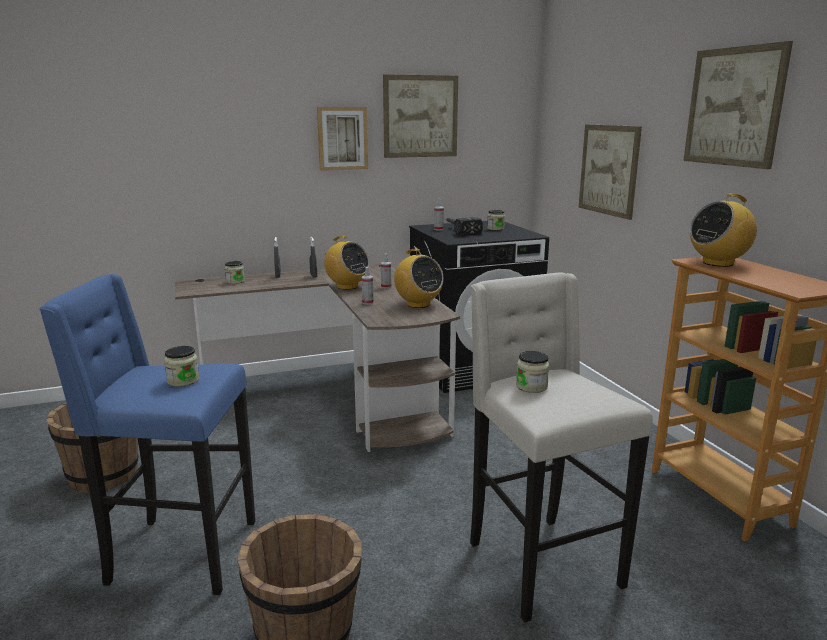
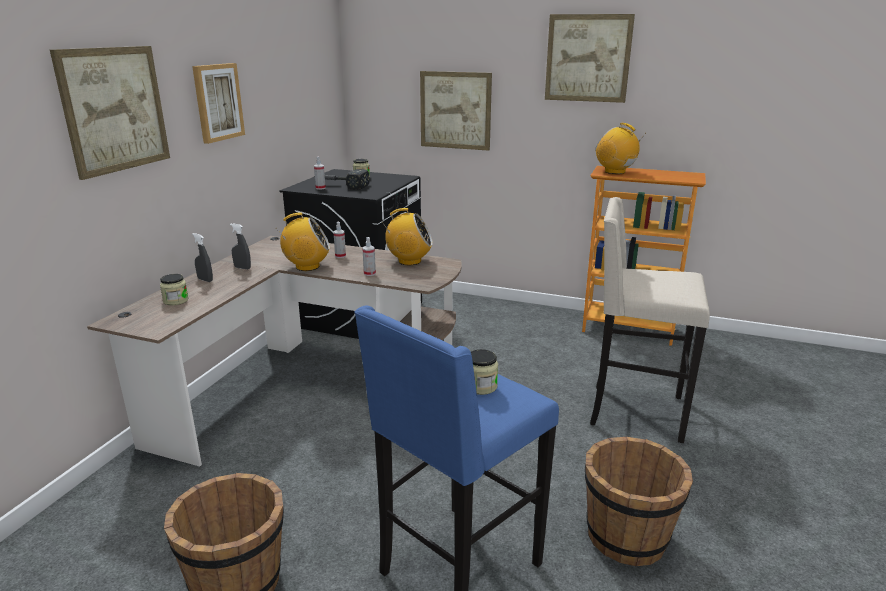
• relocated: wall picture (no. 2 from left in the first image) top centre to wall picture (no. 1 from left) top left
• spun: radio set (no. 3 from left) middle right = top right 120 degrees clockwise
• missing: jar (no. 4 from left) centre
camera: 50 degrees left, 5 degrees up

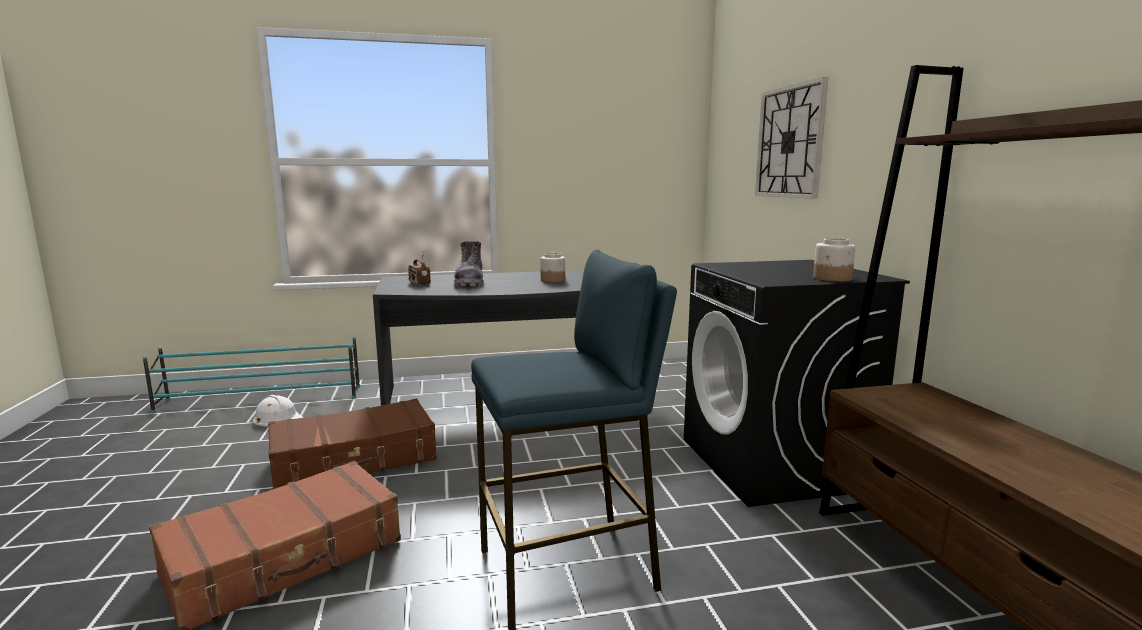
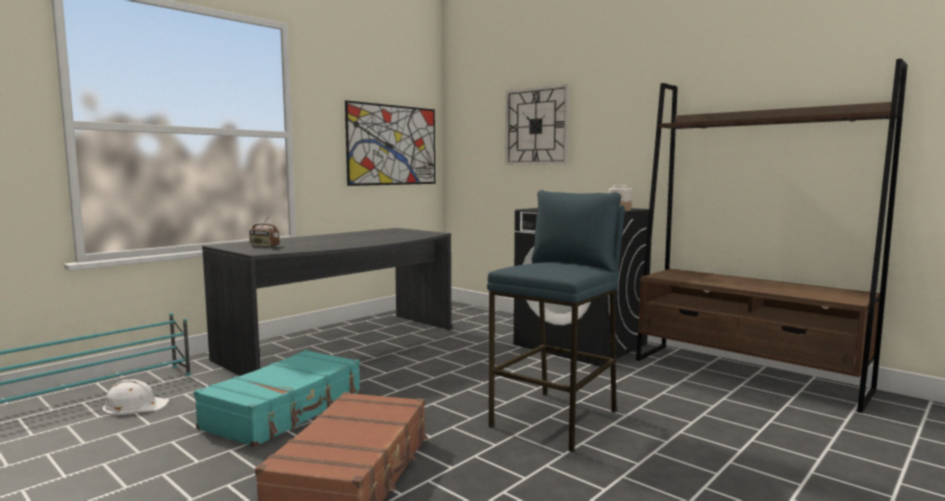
• colour: piece of luggage (brown) (no. 2 from left) bottom left to piece of luggage (blue-green) bottom left
• appeared: wall picture top centre
• missing: tall boot (greyish) centre
• missing: jar (no. 1 from left) centre
camera: 35 degrees left, 5 degrees down

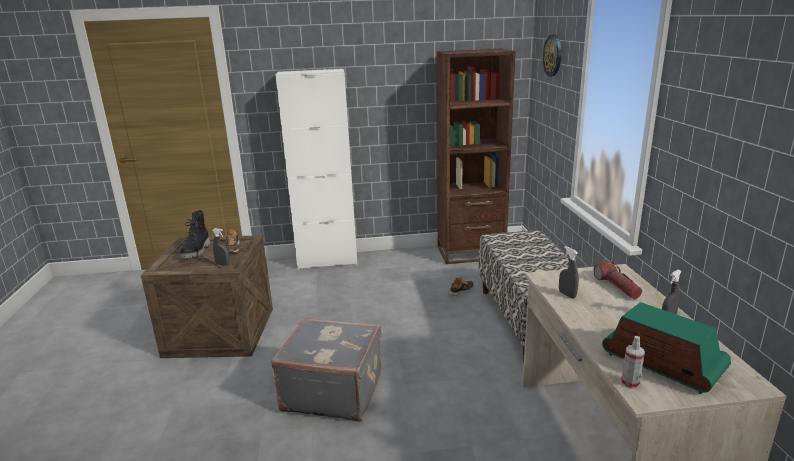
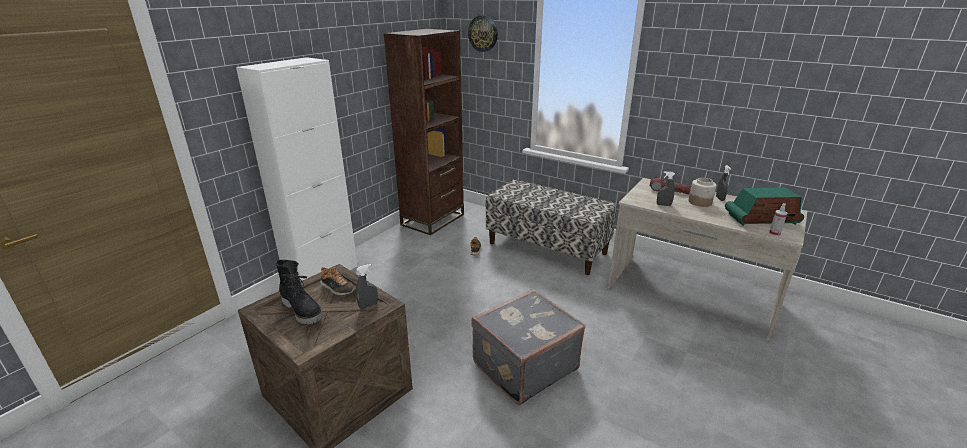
• appeared: jar middle right
camera: 50 degrees left, 5 degrees up

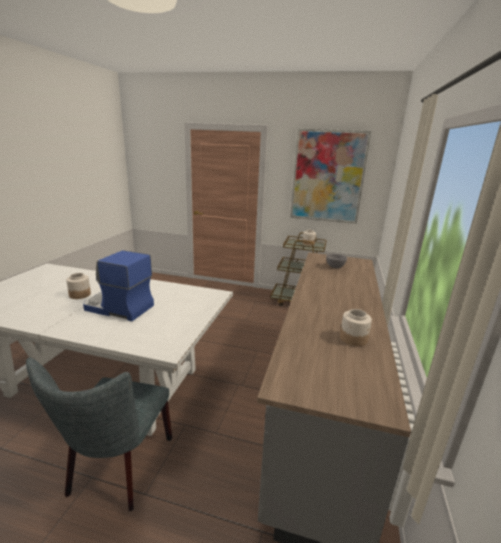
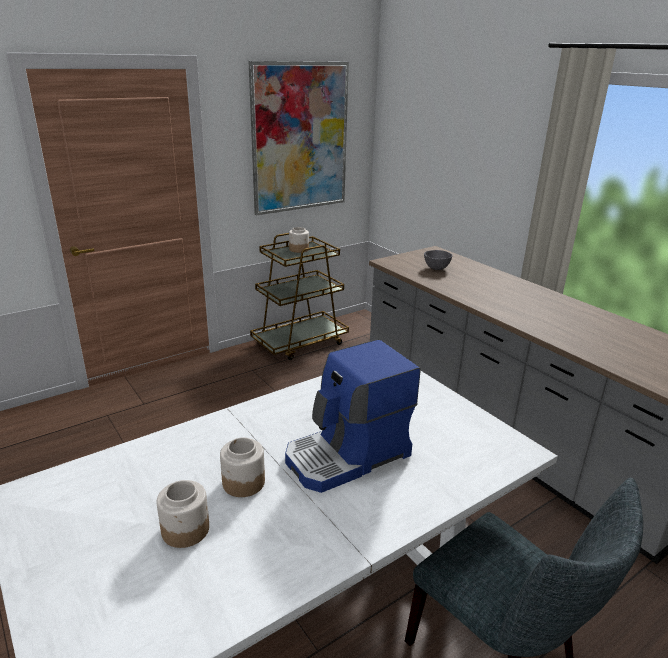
• relocated: jar (no. 3 from left in the first image) middle right to jar (no. 1 from left) bottom left
camera: 50 degrees left, 5 degrees up

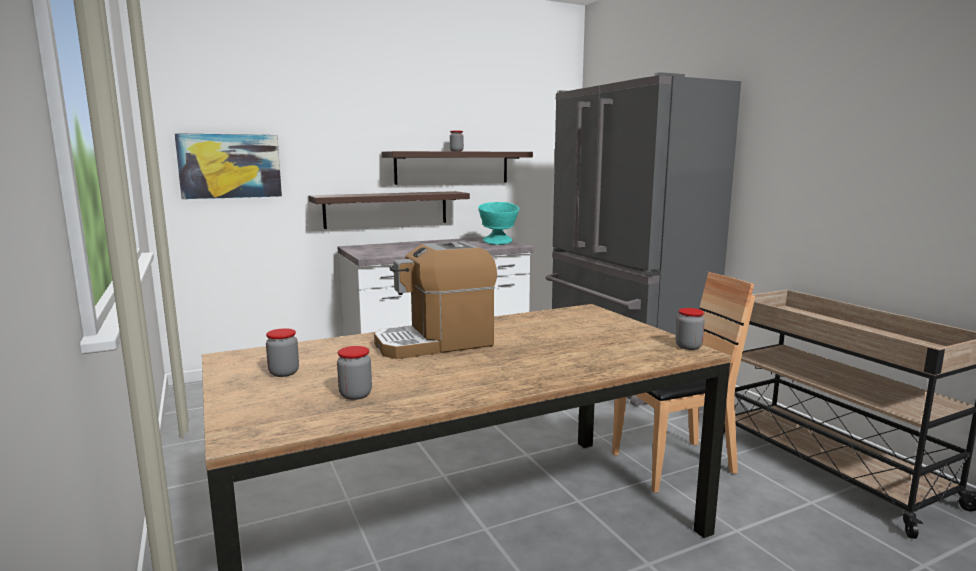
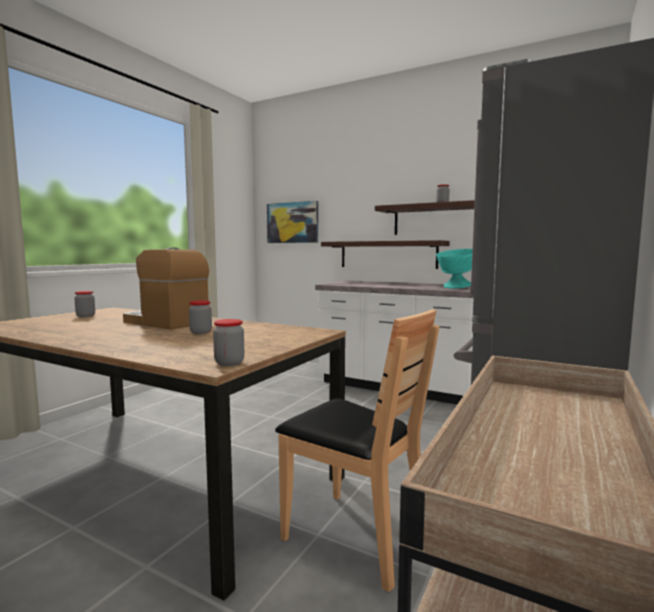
• relocated: jar (no. 2 from left) centre to middle left
camera: 55 degrees right, 5 degrees down

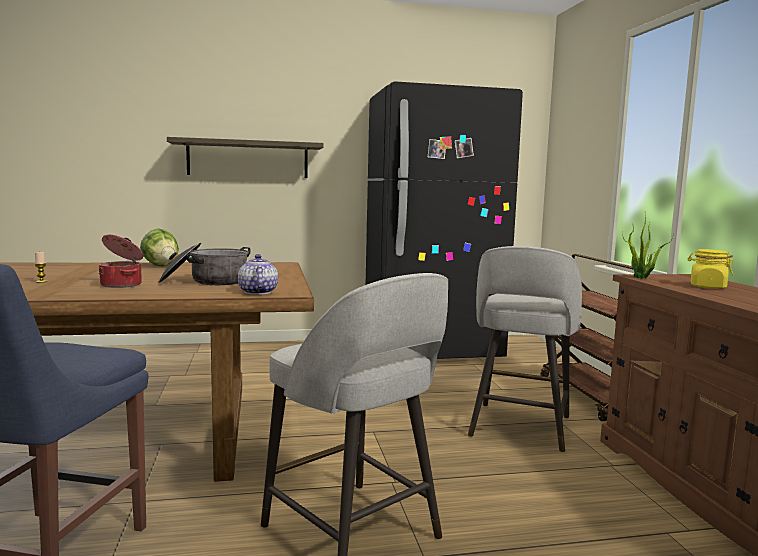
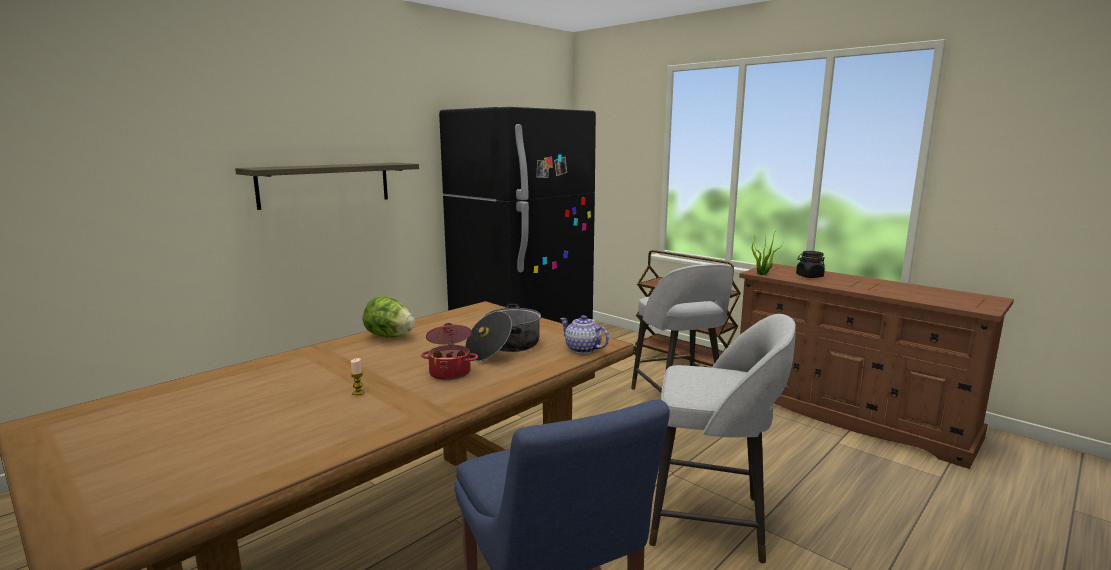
• colour: jar (yellow) middle right to jar (black-coloured) middle right
camera: 35 degrees left, 5 degrees up

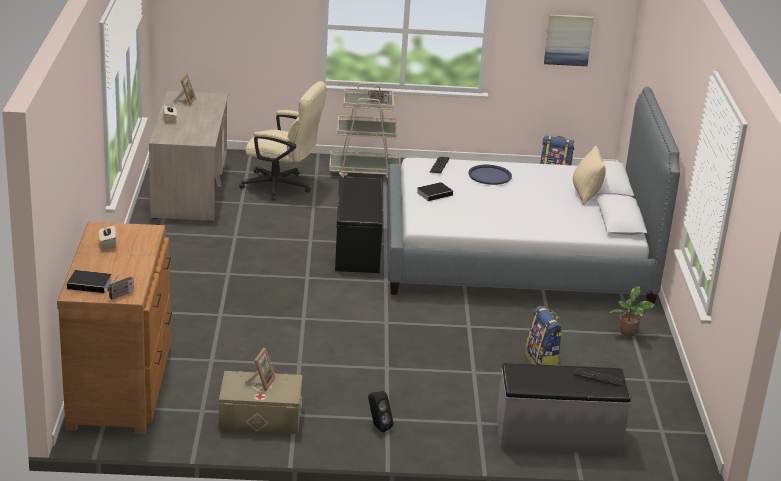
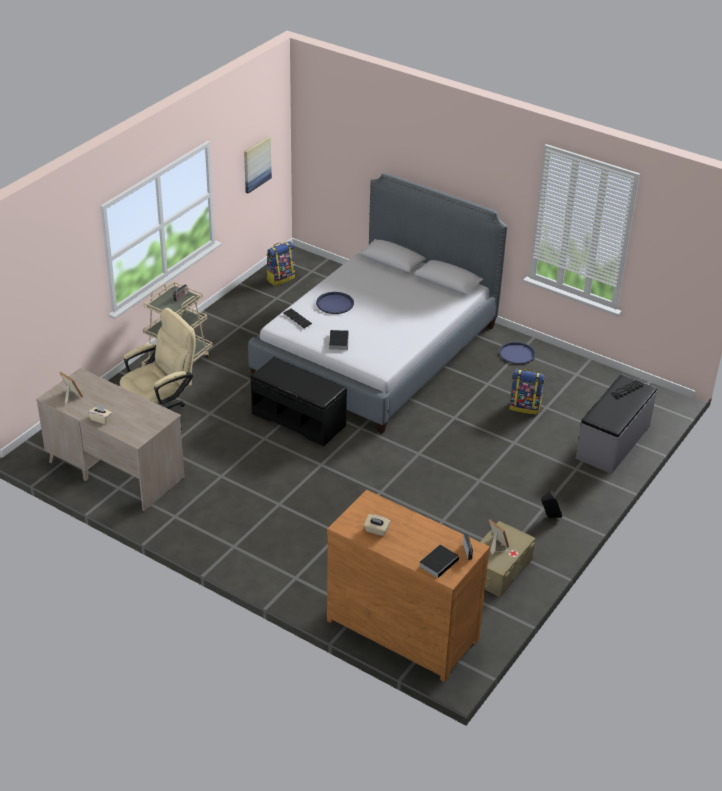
• exchanged: potted plant middle right to serving tray (blue-coloured) (no. 2 from left) middle right
• missing: throw pillow (beige) middle right
camera: 55 degrees left, 10 degrees up

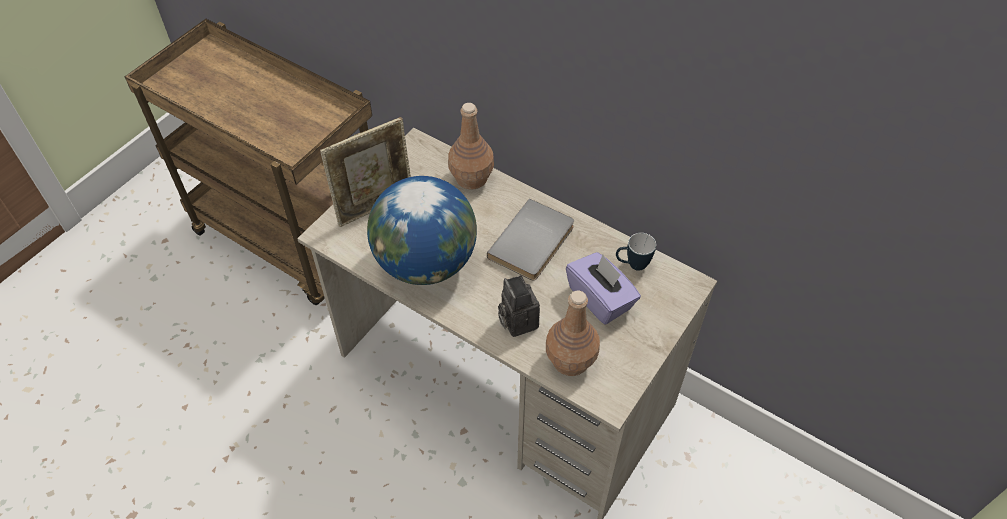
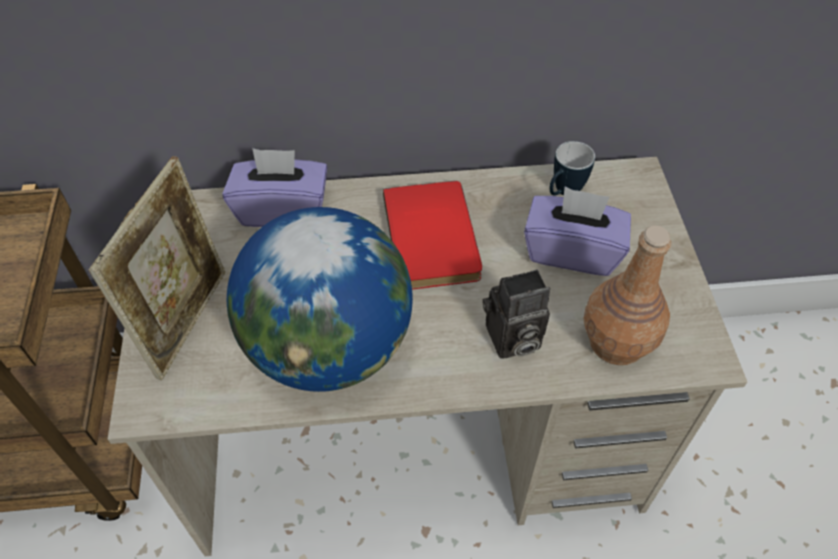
• exchanged: bottle (brown) (no. 1 from left) top centre to tissue box (purplish) (no. 1 from left) middle left
• colour: bound book (greyish) centre to bound book (red-coloured) centre
• spun: photo camera centre = centre 45 degrees counterclockwise
camera: 40 degrees left, 0 degrees up

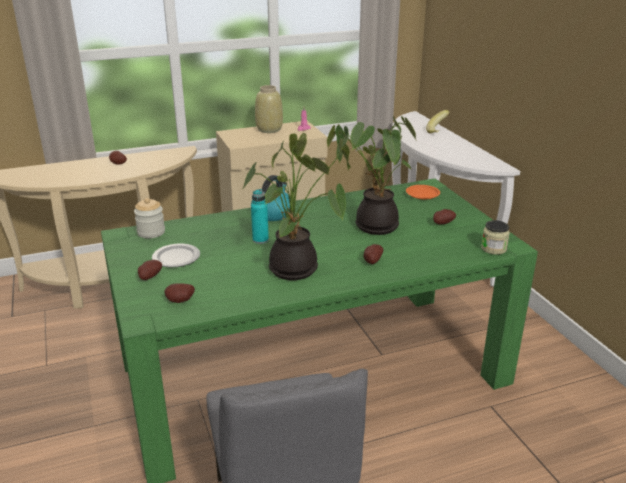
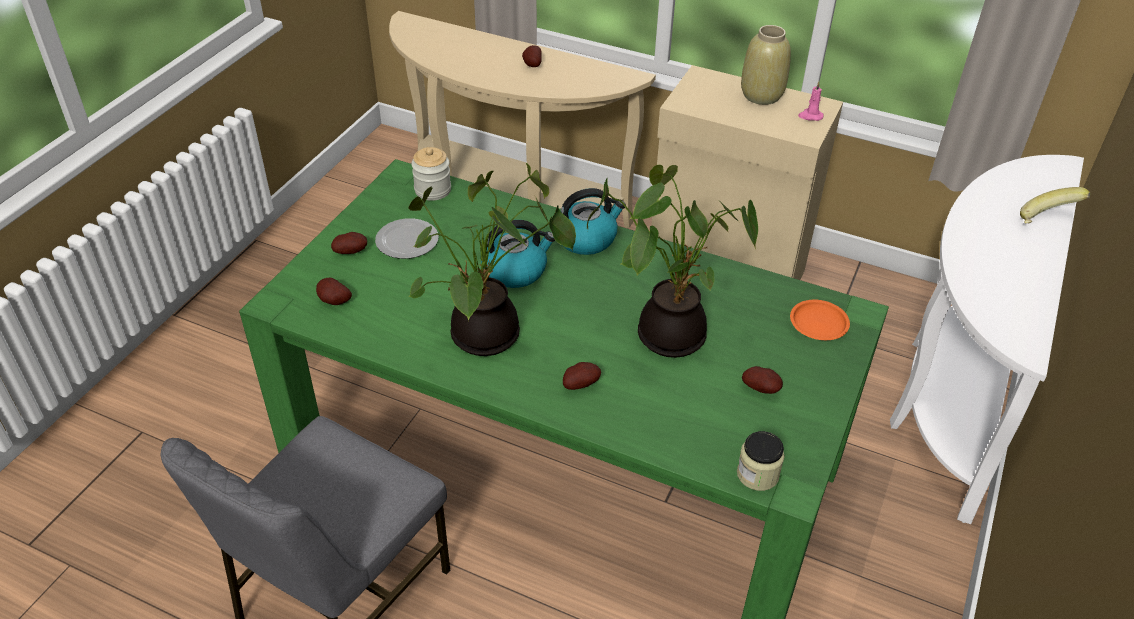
• exchanged: bottle (blue-green) centre to tea kettle (no. 1 from left) centre
camera: 45 degrees right, 15 degrees up

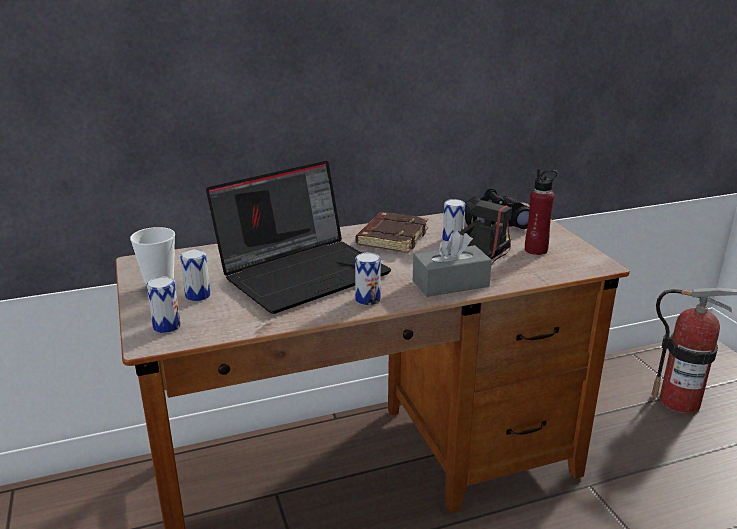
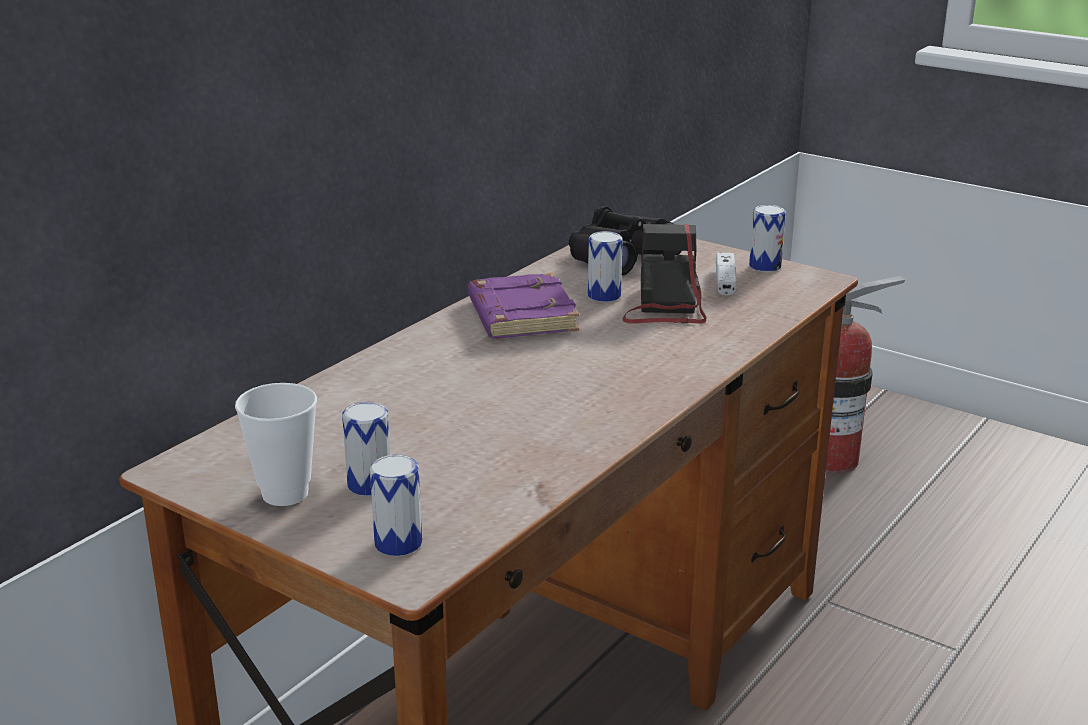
• colour: bound book (brown) centre to bound book (purplish) centre
• exchanged: bottle (red-coloured) middle right to gamepad (white) middle right
• relocated: sealed can (no. 3 from left in the first image) centre to sealed can (no. 4 from left) top right
• missing: notebook computer centre
• missing: tissue box (greyish) centre
camera: 35 degrees left, 0 degrees up

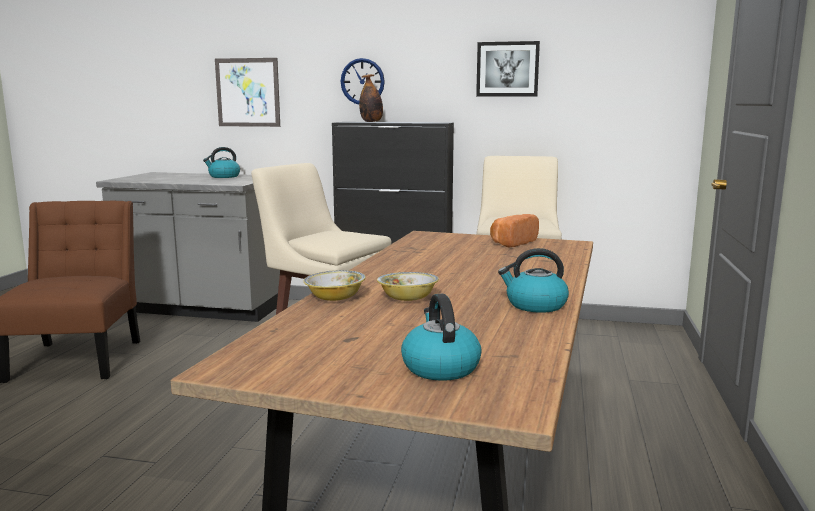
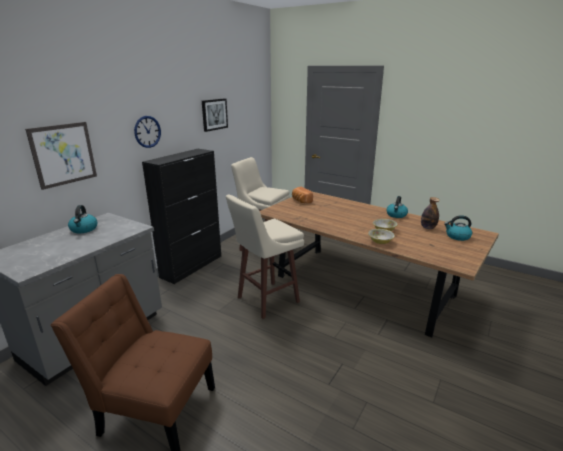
• relocated: bottle top centre to middle right
camera: 70 degrees left, 10 degrees up

